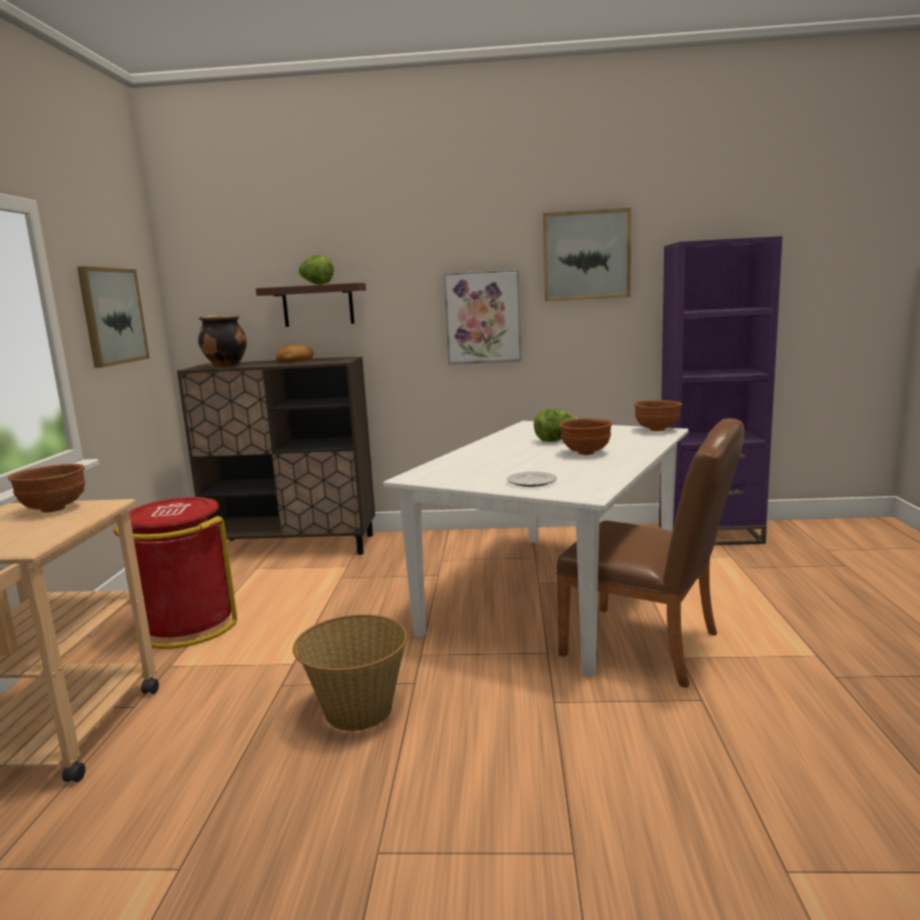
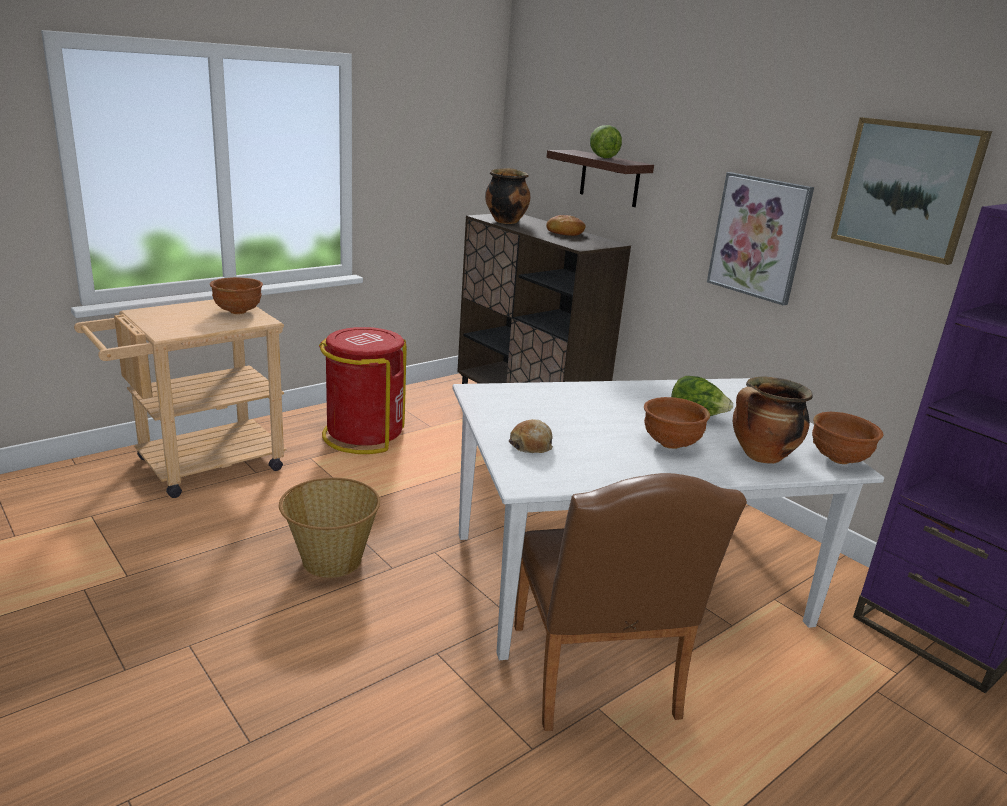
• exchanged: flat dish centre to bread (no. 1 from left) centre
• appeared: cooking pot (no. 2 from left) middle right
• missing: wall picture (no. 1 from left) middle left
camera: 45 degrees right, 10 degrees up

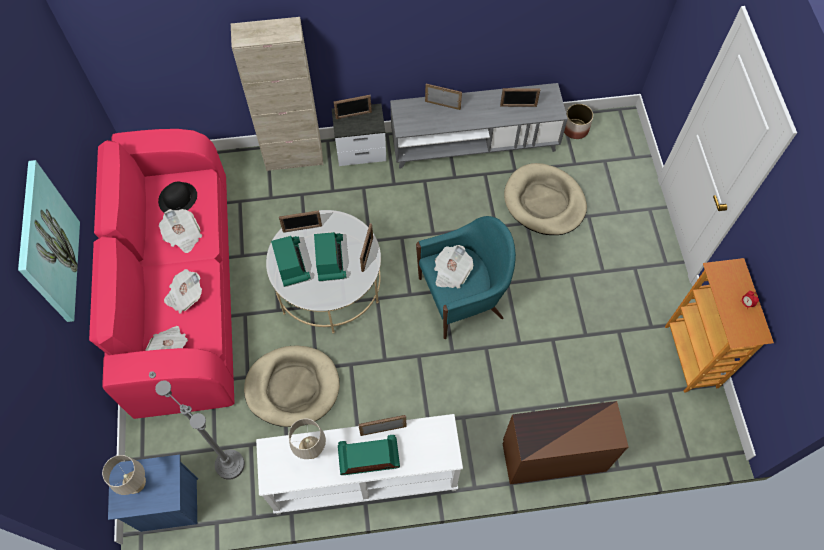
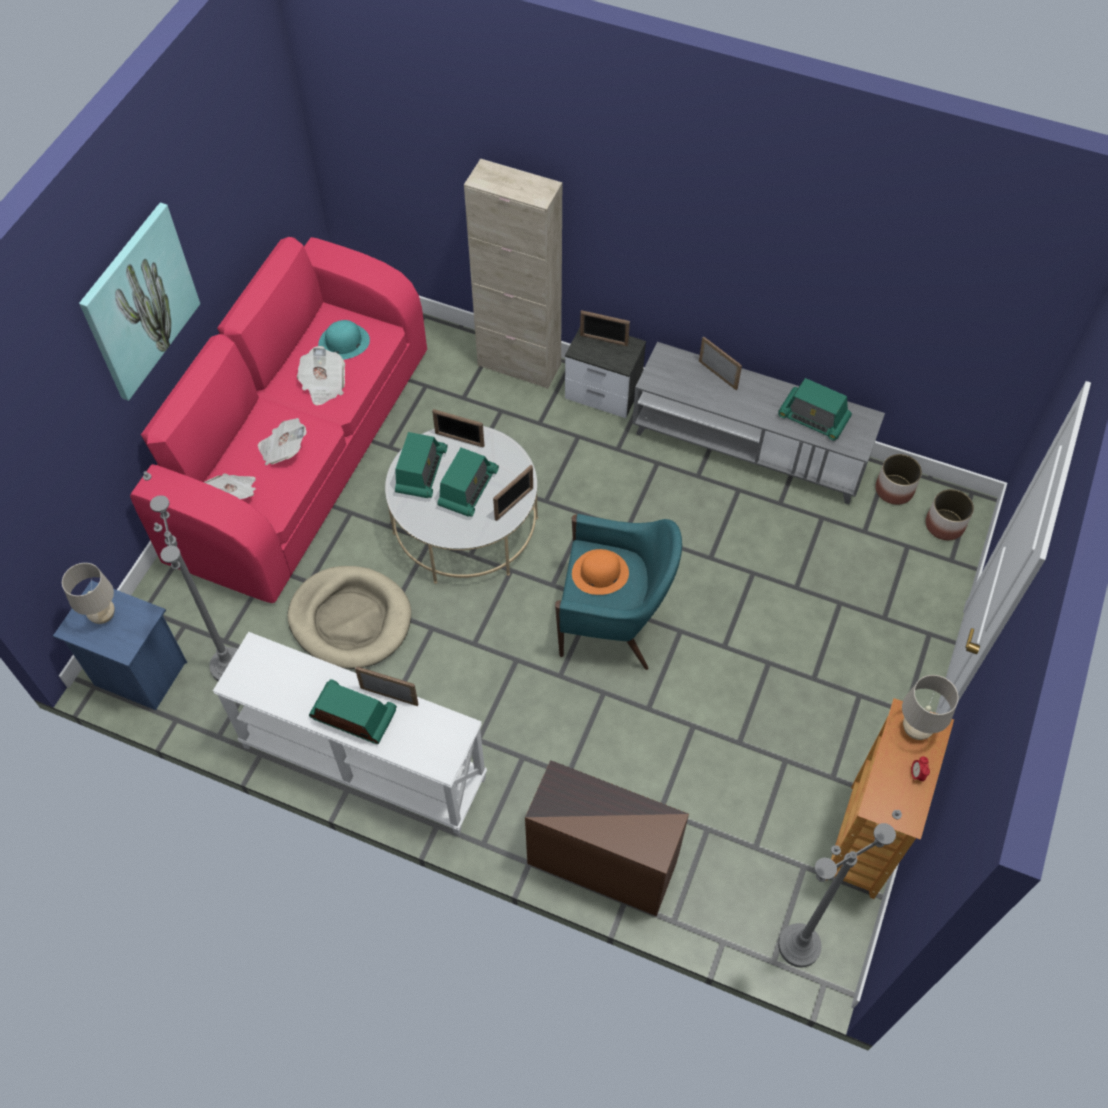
• colour: clothing hat (black-coloured) middle left to clothing hat (blue-green) top left
• exchanged: newspaper (no. 4 from left) centre to clothing hat (orange) centre
• exchanged: picture frame (no. 6 from left) top centre to radio set (no. 4 from left) middle right
• appeared: standing lamp (greyish) (no. 2 from left) bottom right
• relocated: tabletop lamp (beige) (no. 2 from left) bottom centre to middle right
• appeared: flower pot (no. 2 from left) middle right
• missing: dog cushion (beige) (no. 2 from left) centre
camera: 30 degrees right, 5 degrees down

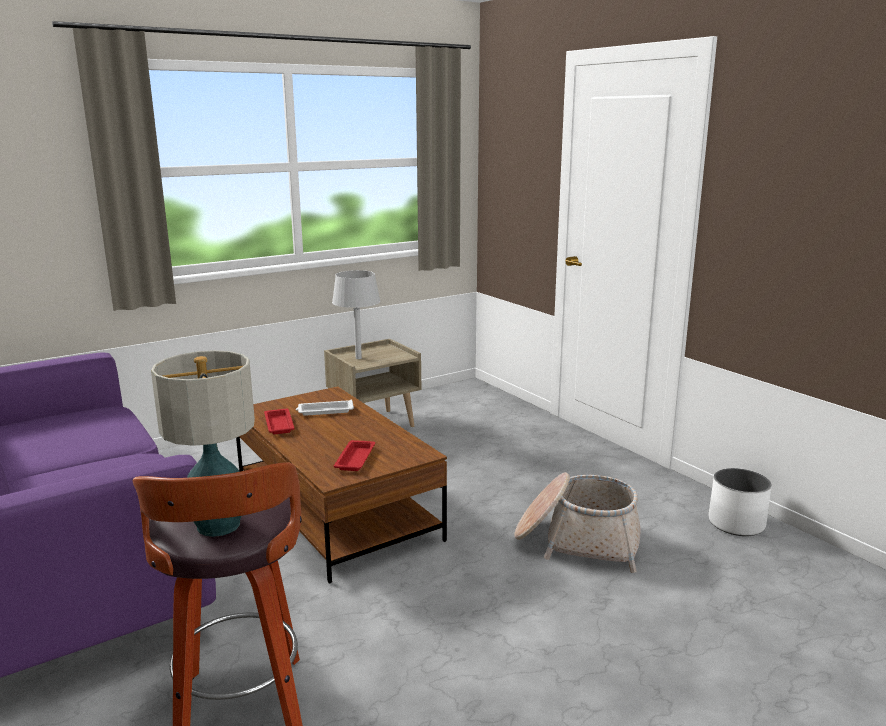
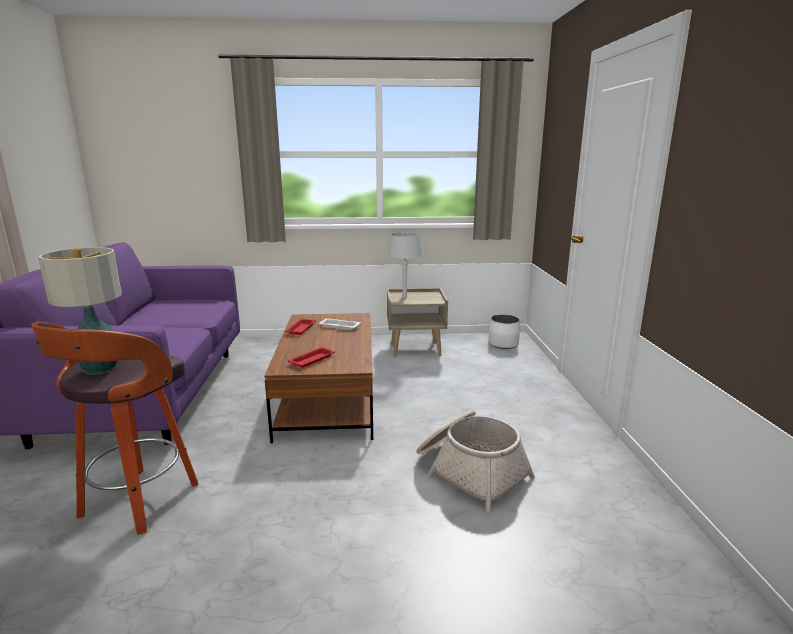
• relocated: flower pot (white) bottom right to centre
camera: 30 degrees right, 0 degrees up

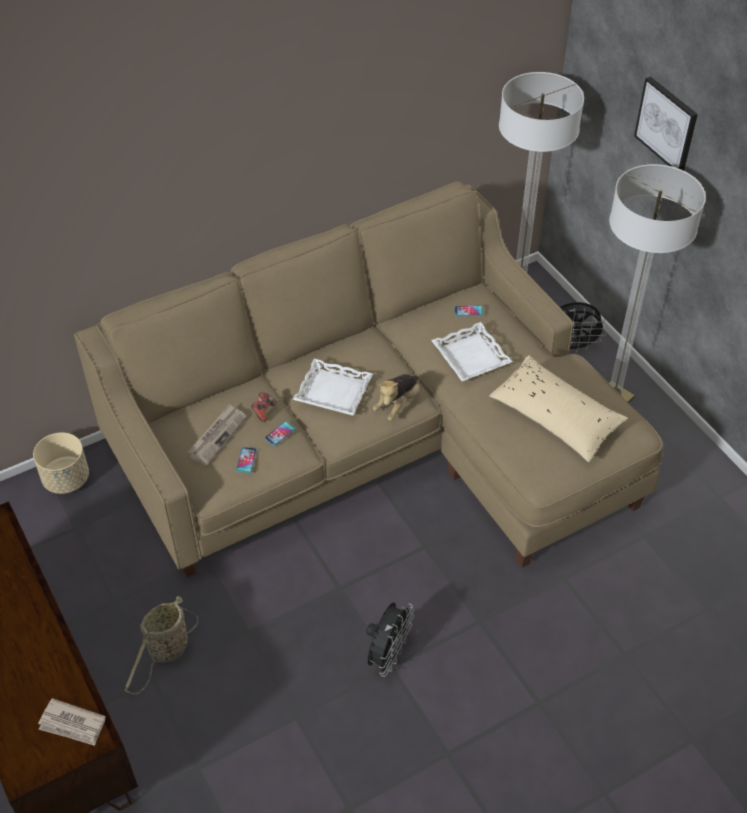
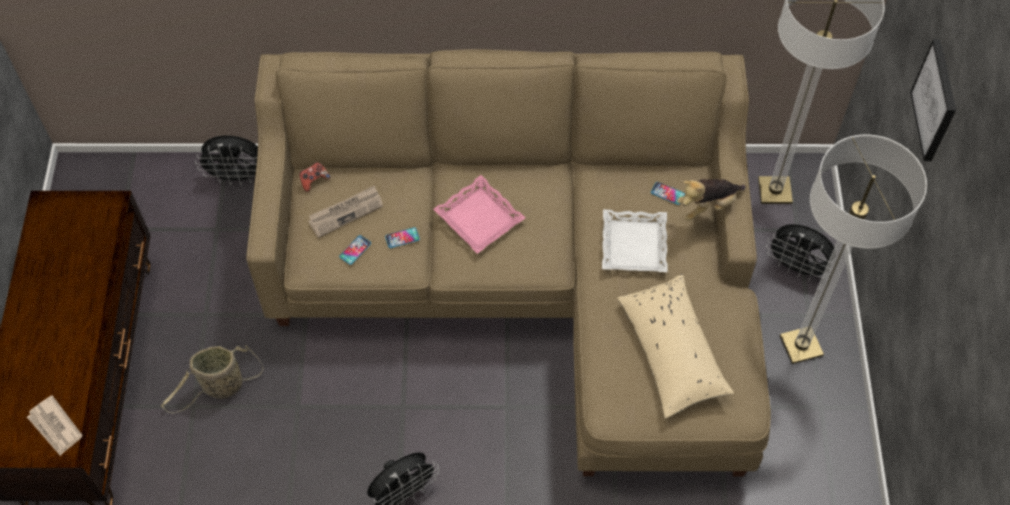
• exchanged: flower pot (beige) middle left to electric fan (black-coloured) (no. 1 from left) top left
• relocated: gamepad centre to middle left
• colour: serving tray (white) (no. 1 from left) centre to serving tray (pink-coloured) centre
• relocated: cuddly toy centre to middle right
camera: 30 degrees right, 10 degrees up

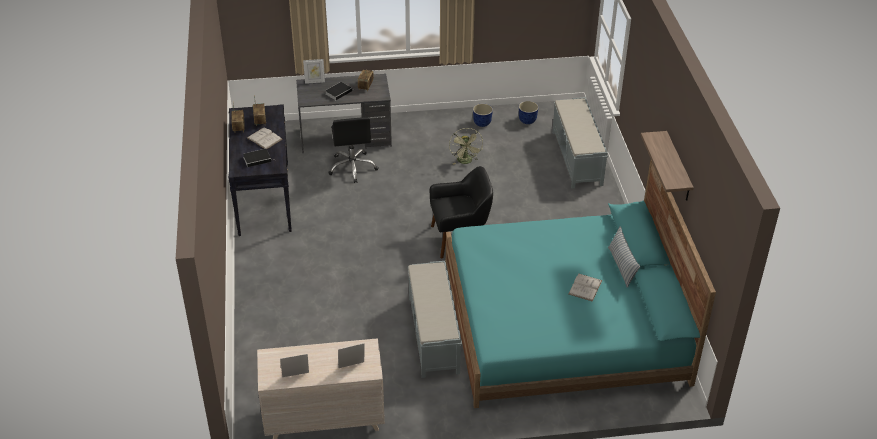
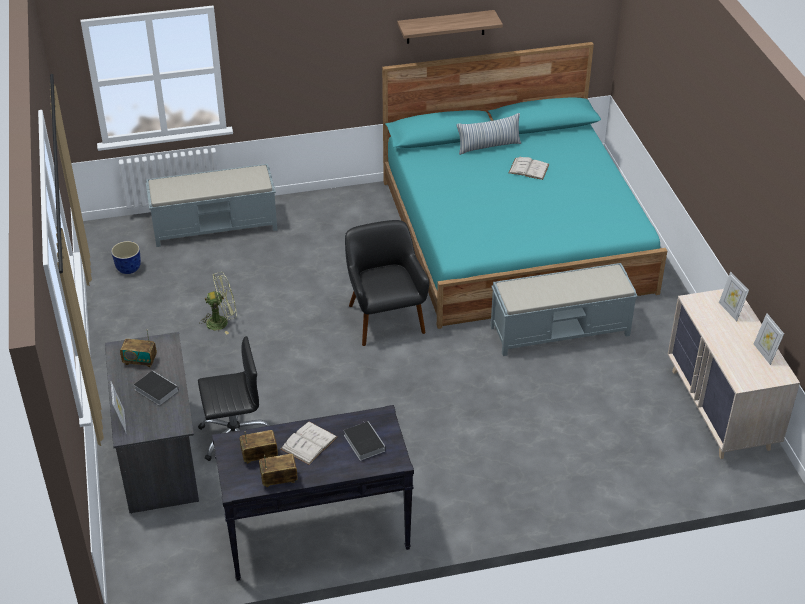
• missing: flower pot (no. 1 from left) top centre
camera: 95 degrees left, 0 degrees up

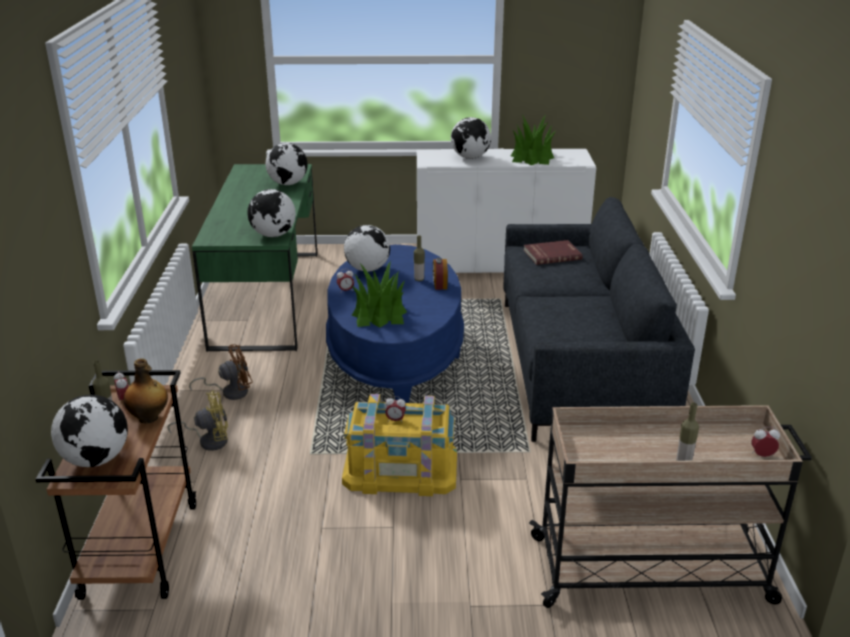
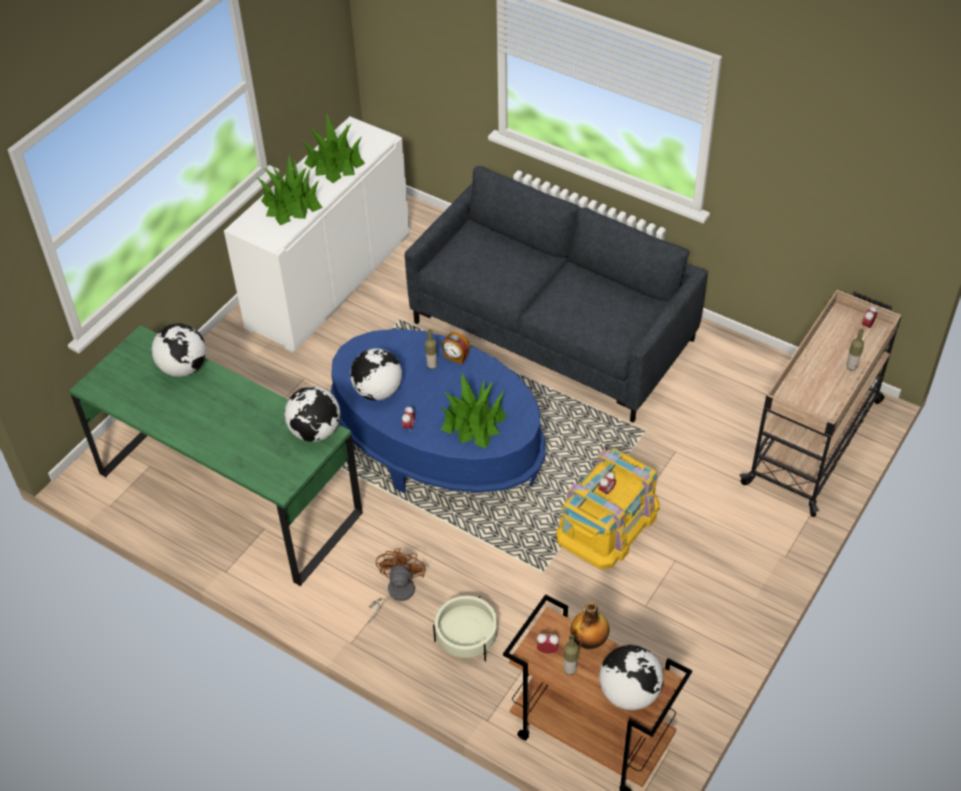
• exchanged: desk globe (no. 5 from left) top centre to potted plant (no. 1 from left) top left
• exchanged: electric fan (yellow) middle left to flower pot (beige) bottom centre
• missing: bound book (red-coloured) centre
camera: 55 degrees left, 20 degrees up

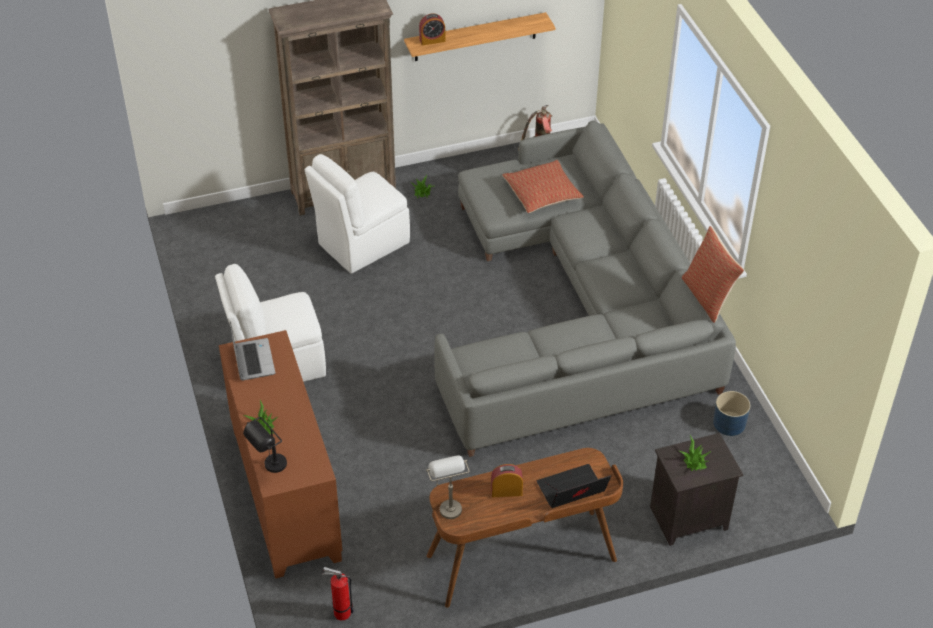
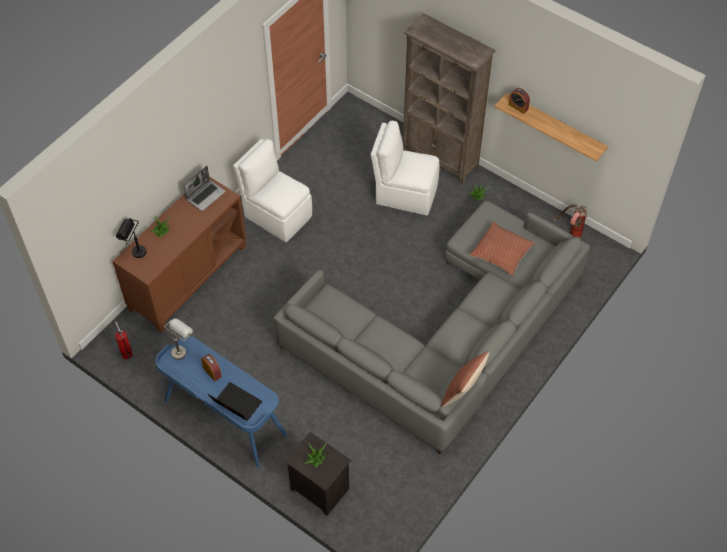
• colour: desk table (brown) bottom centre to desk table (blue-coloured) bottom left
• missing: flower pot (blue-coloured) middle right
camera: 55 degrees right, 10 degrees up

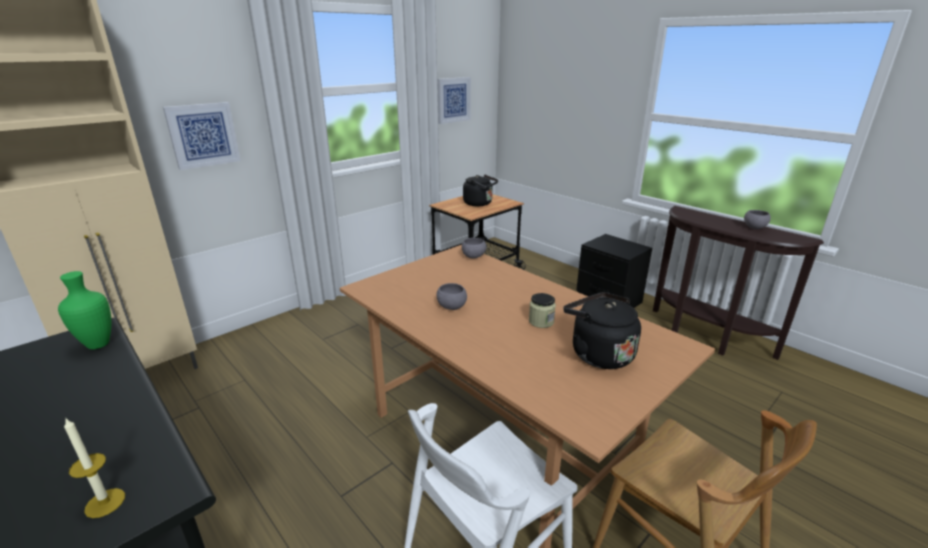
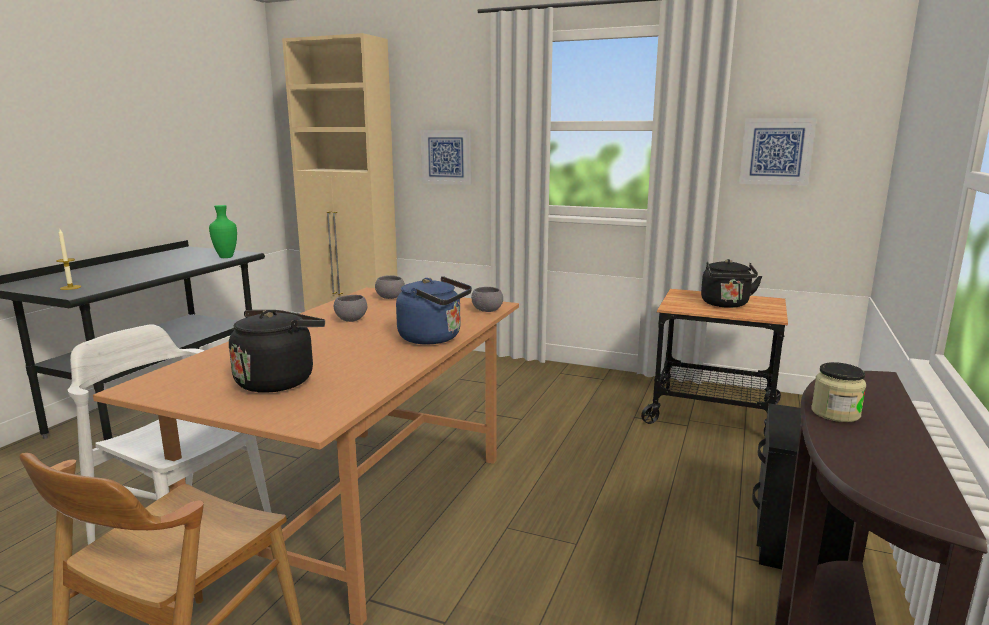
• relocated: deep dish (greyish) (no. 3 from left in the first image) middle right to deep dish (greyish) (no. 2 from left) centre
• appeared: tea kettle (blue-coloured) centre
• relocated: jar centre to middle right
camera: 65 degrees right, 10 degrees down

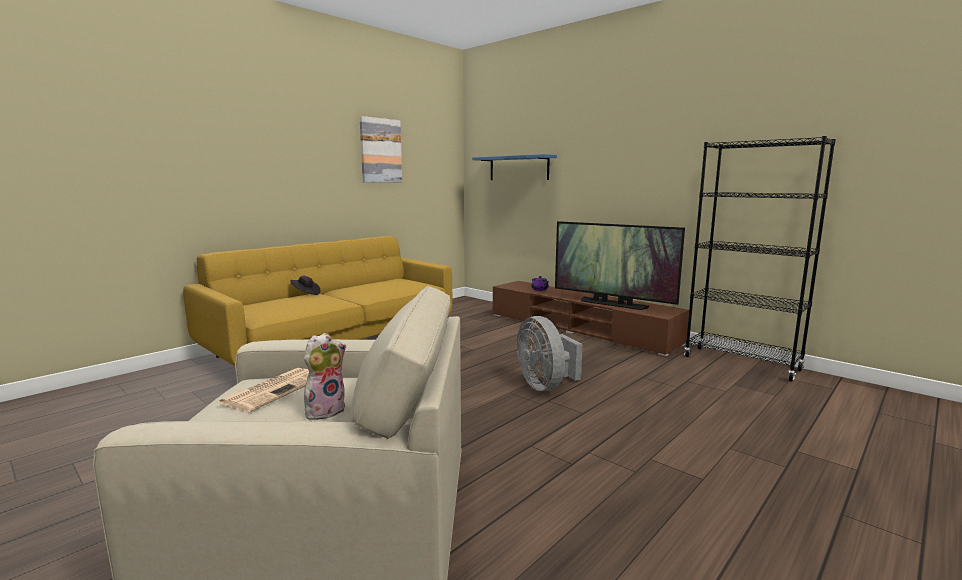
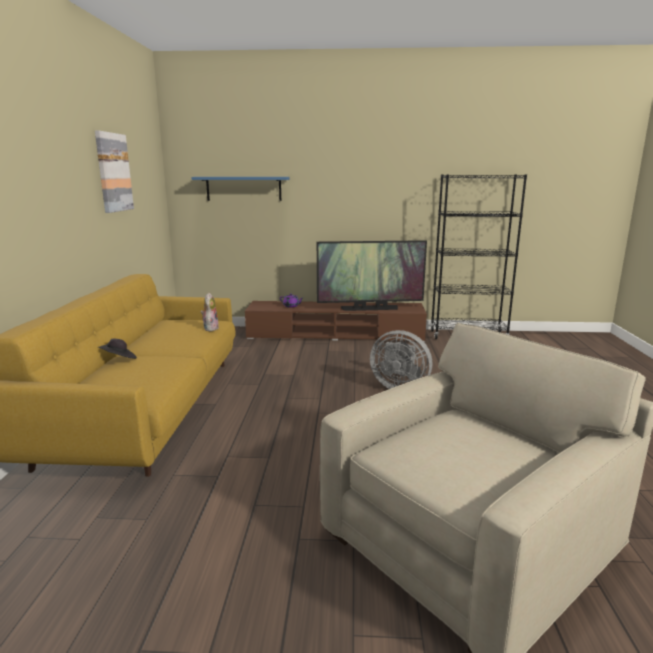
• relocated: cuddly toy centre to middle left
• missing: newspaper bottom left
camera: 40 degrees left, 5 degrees up

